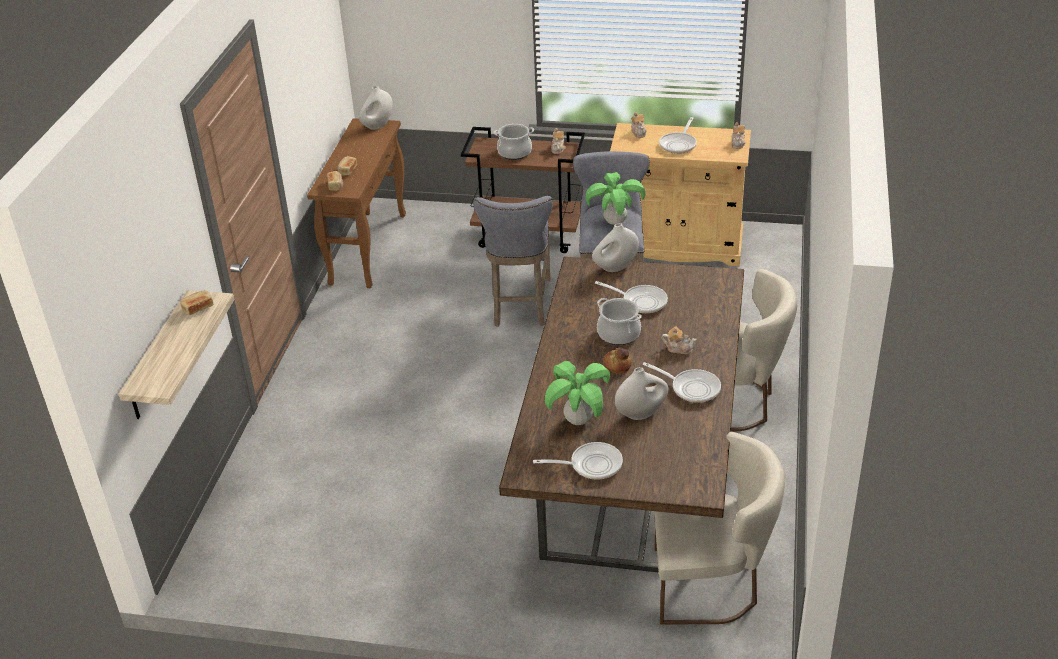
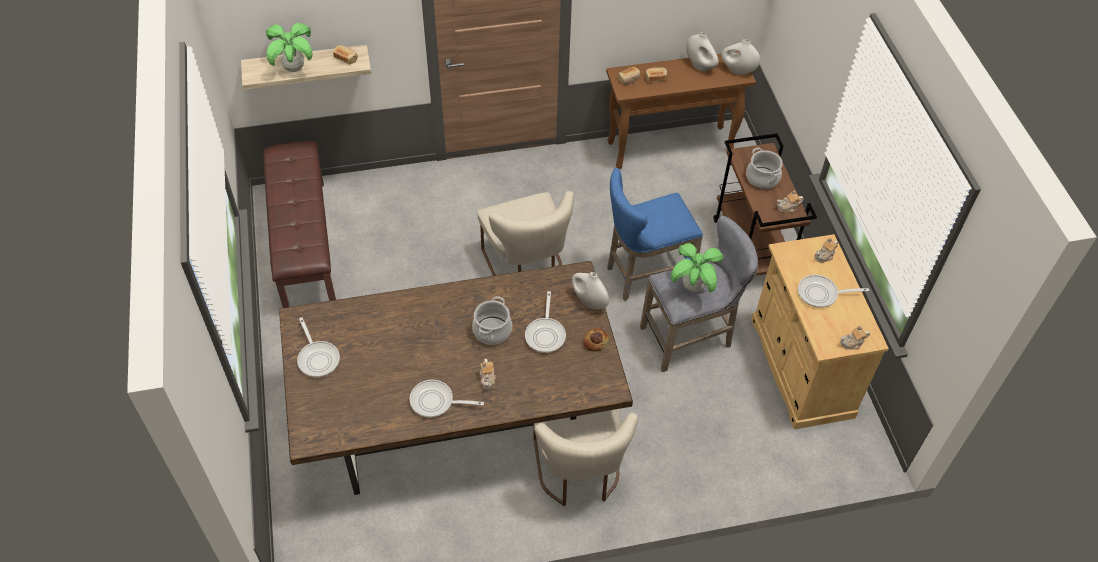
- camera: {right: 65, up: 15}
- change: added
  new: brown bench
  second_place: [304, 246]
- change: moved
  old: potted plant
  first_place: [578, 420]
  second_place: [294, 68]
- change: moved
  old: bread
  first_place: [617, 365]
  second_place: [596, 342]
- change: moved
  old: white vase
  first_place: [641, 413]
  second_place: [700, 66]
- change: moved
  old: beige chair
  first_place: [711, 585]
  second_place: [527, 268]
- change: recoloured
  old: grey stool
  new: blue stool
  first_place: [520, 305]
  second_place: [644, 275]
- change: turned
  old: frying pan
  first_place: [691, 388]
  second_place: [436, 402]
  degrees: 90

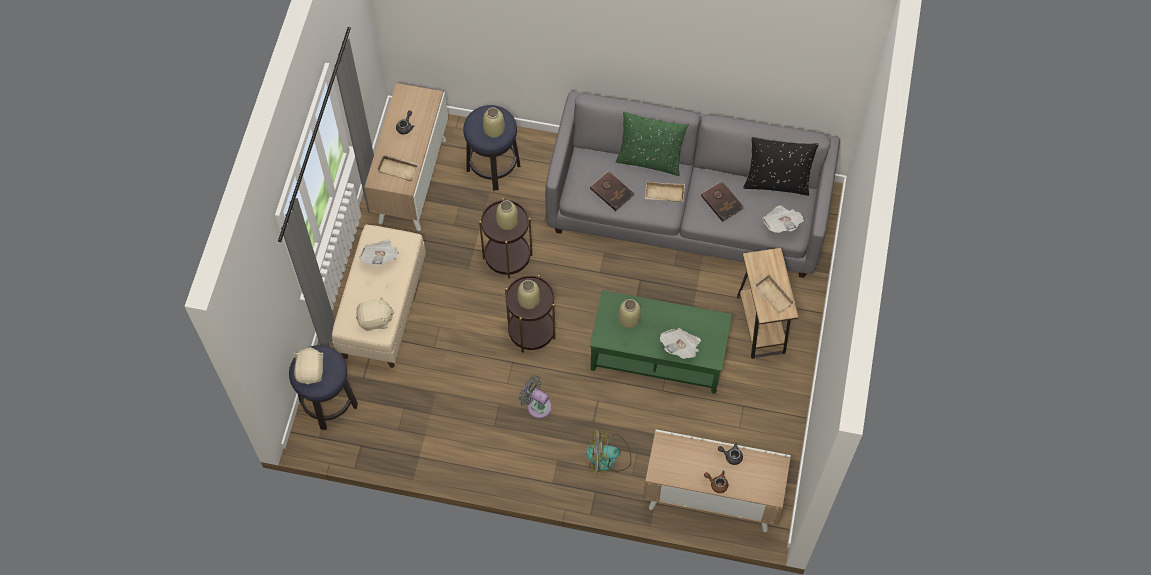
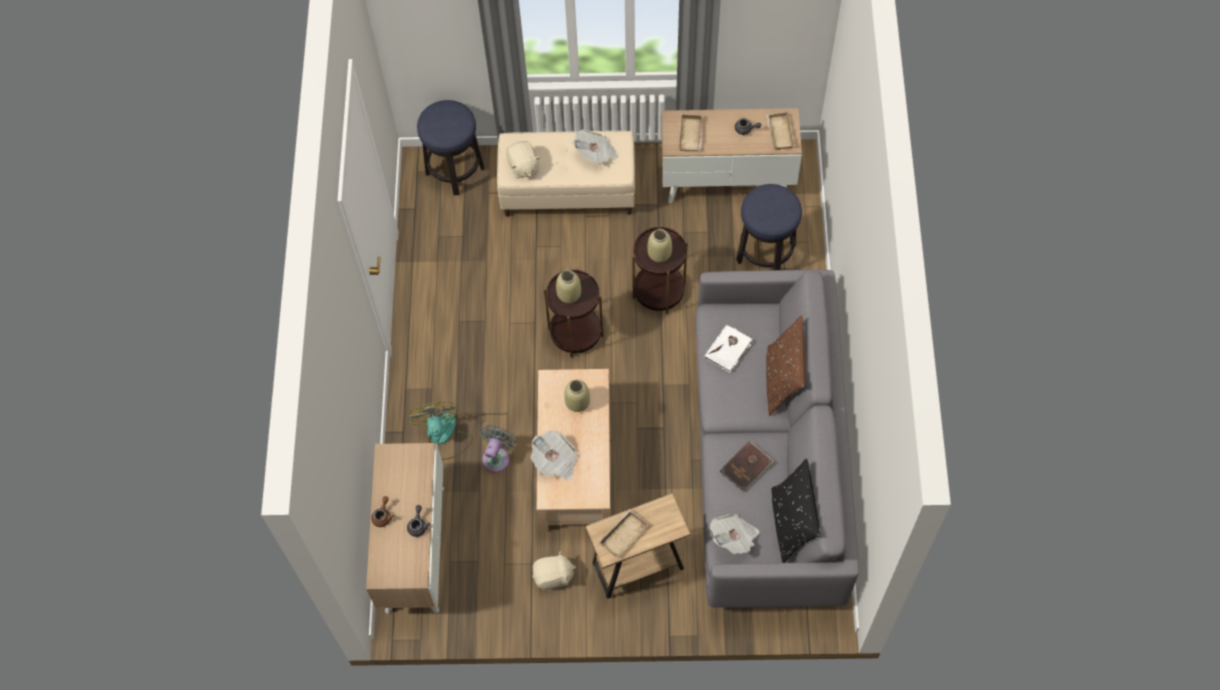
- camera: {right: 80, up: 0}
- change: removed
  old: beige vase
  first_place: [494, 131]
- change: moved
  old: beige plush toy
  first_place: [311, 371]
  second_place: [553, 576]
- change: moved
  old: grey fan
  first_place: [537, 405]
  second_place: [497, 457]
- change: moved
  old: beige tray
  first_place: [664, 195]
  second_place: [778, 132]
- change: recoloured
  old: brown book
  new: white book
  first_place: [612, 191]
  second_place: [729, 349]
- change: recoloured
  old: green coffee table
  new: beige coffee table
  first_place: [659, 353]
  second_place: [577, 464]
- change: recoloured
  old: green pillow
  new: brown pillow
  first_place: [650, 159]
  second_place: [782, 381]

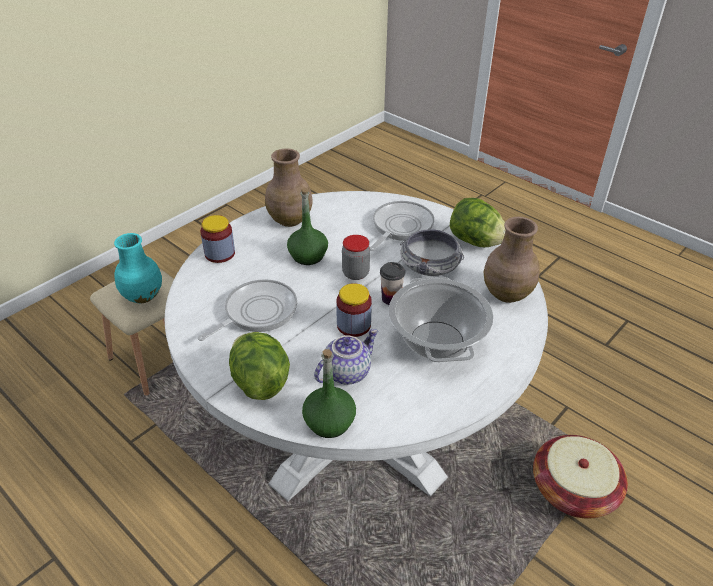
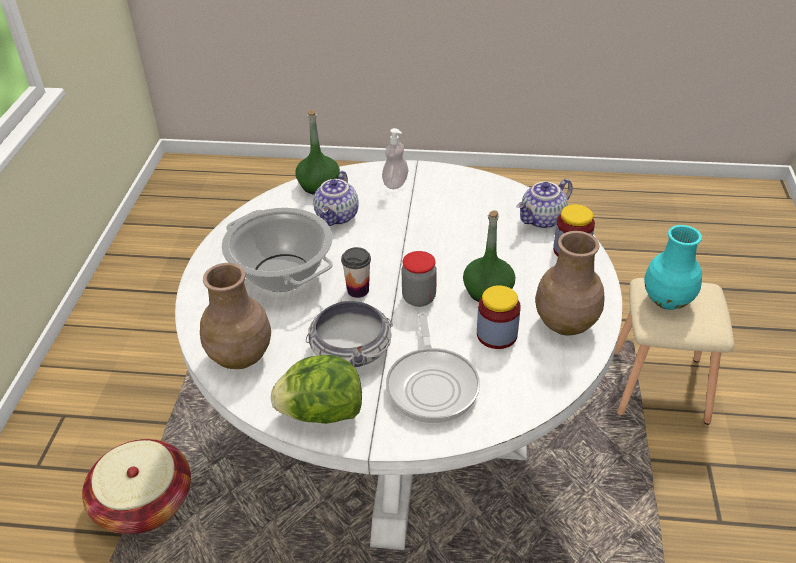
- camera: {right: 145, up: 0}
- change: removed
  old: frying pan
  first_place: [257, 312]
- change: added
  new: teapot
  second_place: [543, 220]
- change: moved
  old: jar
  first_place: [353, 325]
  second_place: [496, 335]
- change: replaced
  old: lettuce
  new: soap dispenser
  first_place: [259, 381]
  second_place: [395, 183]

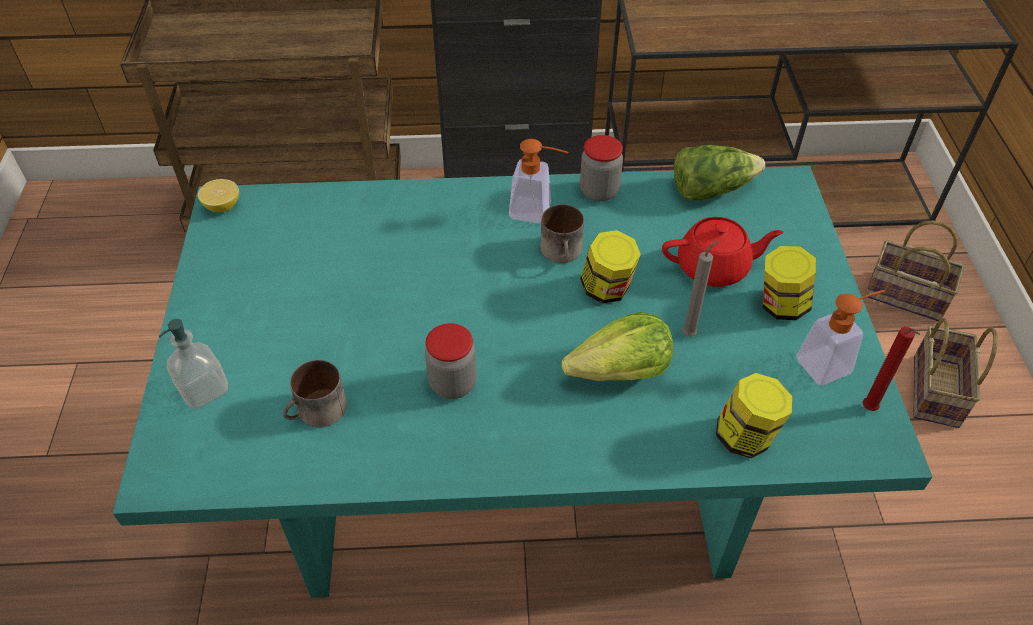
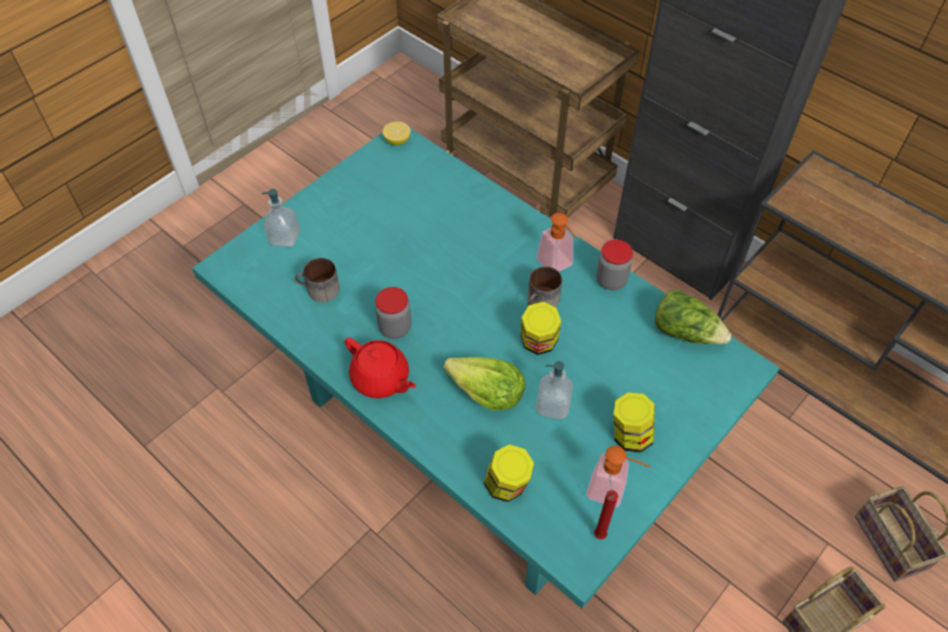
- camera: {right: 45, up: 5}
- change: moved
  old: red teapot
  first_place: [714, 268]
  second_place: [381, 379]
- change: replaced
  old: grey candle
  new: soap dispenser
  first_place: [690, 333]
  second_place: [553, 406]

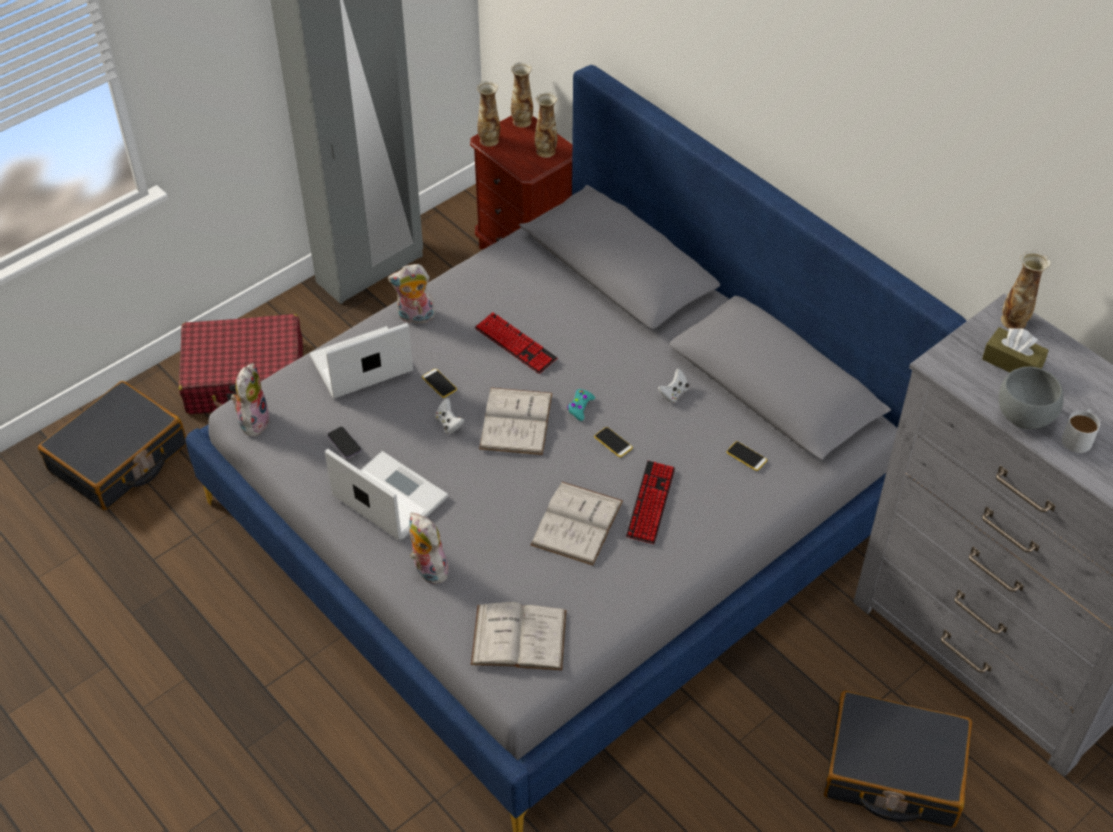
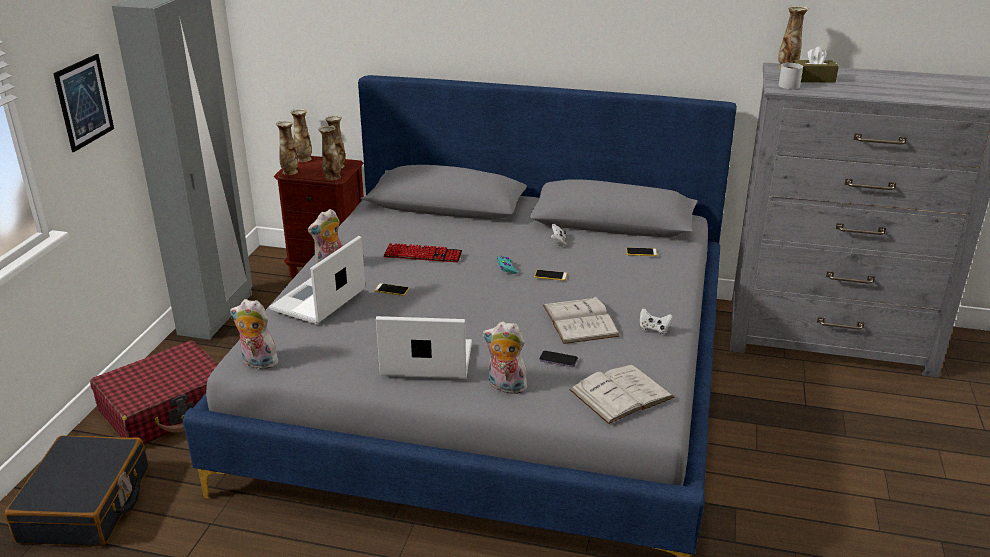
- camera: {right: -35, up: -20}
- change: removed
  old: white book
  first_place: [516, 421]
- change: removed
  old: keyboard
  first_place: [650, 503]
- change: removed
  old: black suitcase
  first_place: [893, 771]
- change: removed
  old: grey bowl
  first_place: [1023, 417]
- change: added
  new: picture
  second_place: [84, 102]
- change: added
  new: vase
  second_place: [332, 177]
- change: moved
  old: phone
  first_place: [344, 443]
  second_place: [558, 360]
- change: moved
  old: white game controller
  first_place: [449, 424]
  second_place: [654, 329]
- change: moved
  old: white mug
  first_place: [1078, 436]
  second_place: [787, 84]
- change: turned
  old: plush toy
  first_place: [253, 421]
  second_place: [257, 363]
  degrees: -45

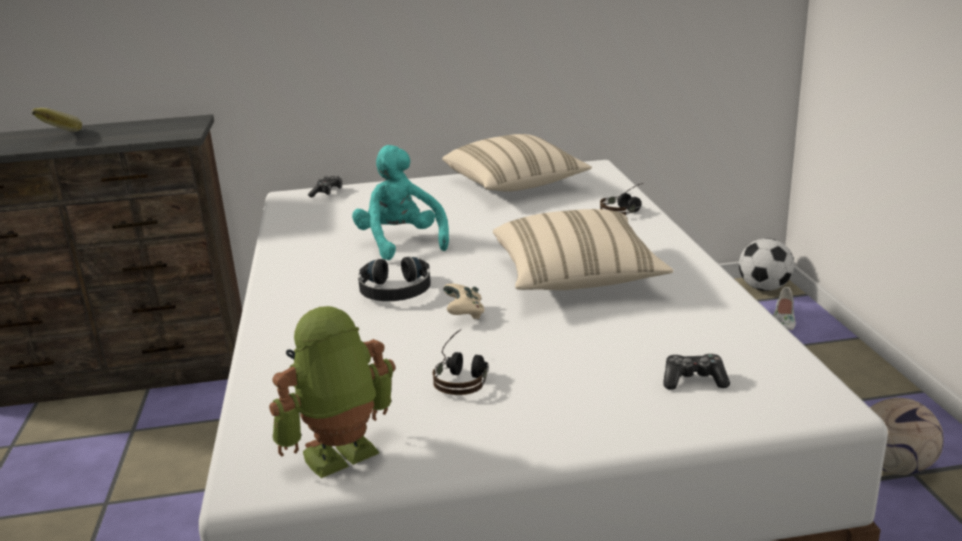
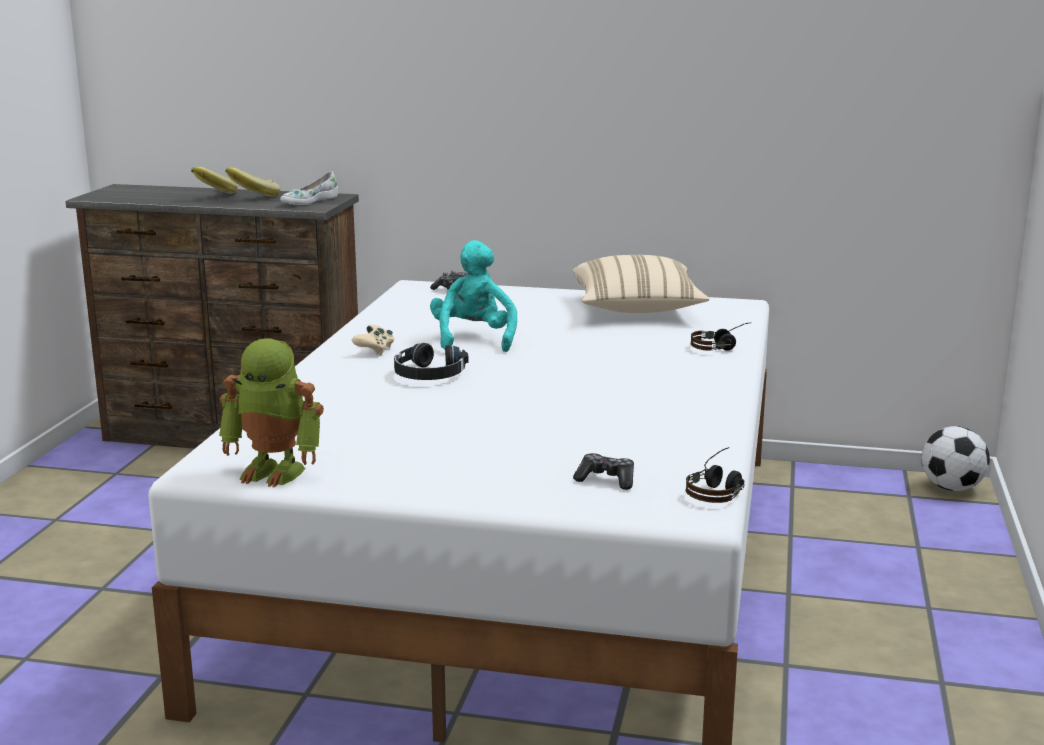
- camera: {right: 20, up: -5}
- change: removed
  old: beige pillow
  first_place: [576, 279]
- change: removed
  old: football
  first_place: [893, 467]
- change: added
  new: banana
  second_place: [254, 196]
- change: moved
  old: headphones
  first_place: [463, 375]
  second_place: [719, 489]
- change: moved
  old: beige game controller
  first_place: [464, 314]
  second_place: [375, 350]
- change: moved
  old: white shoe
  first_place: [783, 319]
  second_place: [309, 201]
- change: turned
  old: toy robot
  first_place: [342, 458]
  second_place: [275, 471]
  degrees: -150

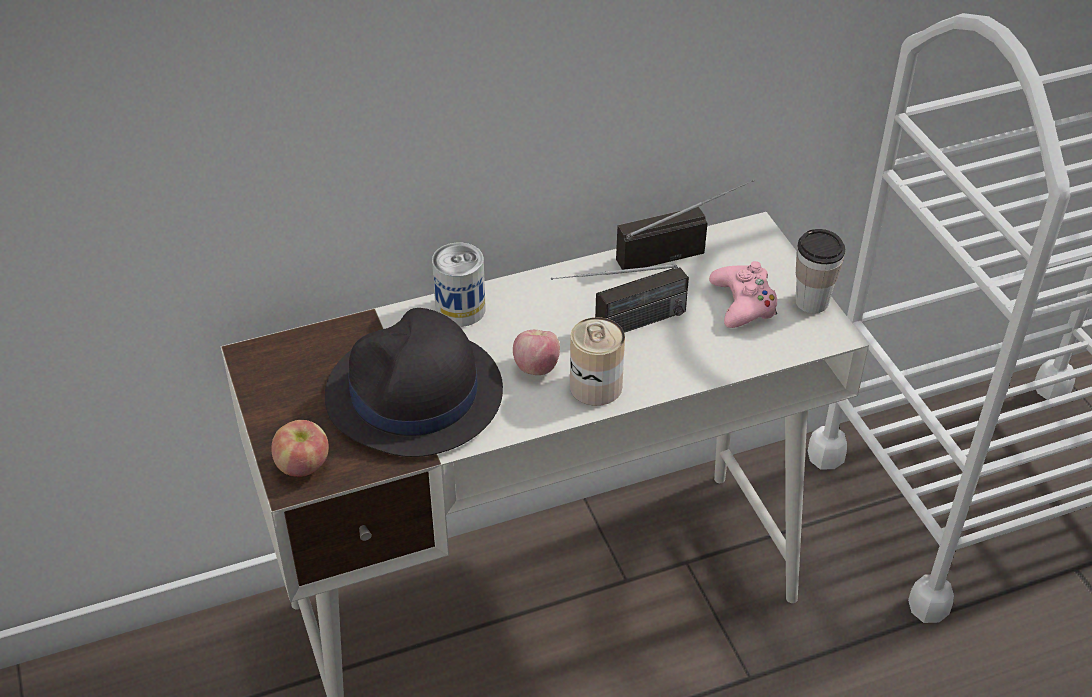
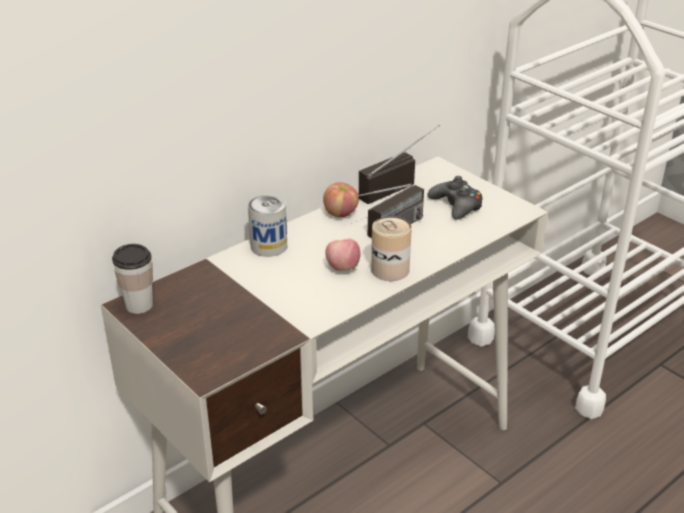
- camera: {right: -20, up: -10}
- change: removed
  old: black hat
  first_place: [414, 395]
- change: moved
  old: apple
  first_place: [303, 465]
  second_place: [340, 213]
- change: moved
  old: cup
  first_place: [811, 302]
  second_place: [139, 305]
- change: recoloured
  old: pink game controller
  new: black game controller
  first_place: [743, 303]
  second_place: [456, 205]

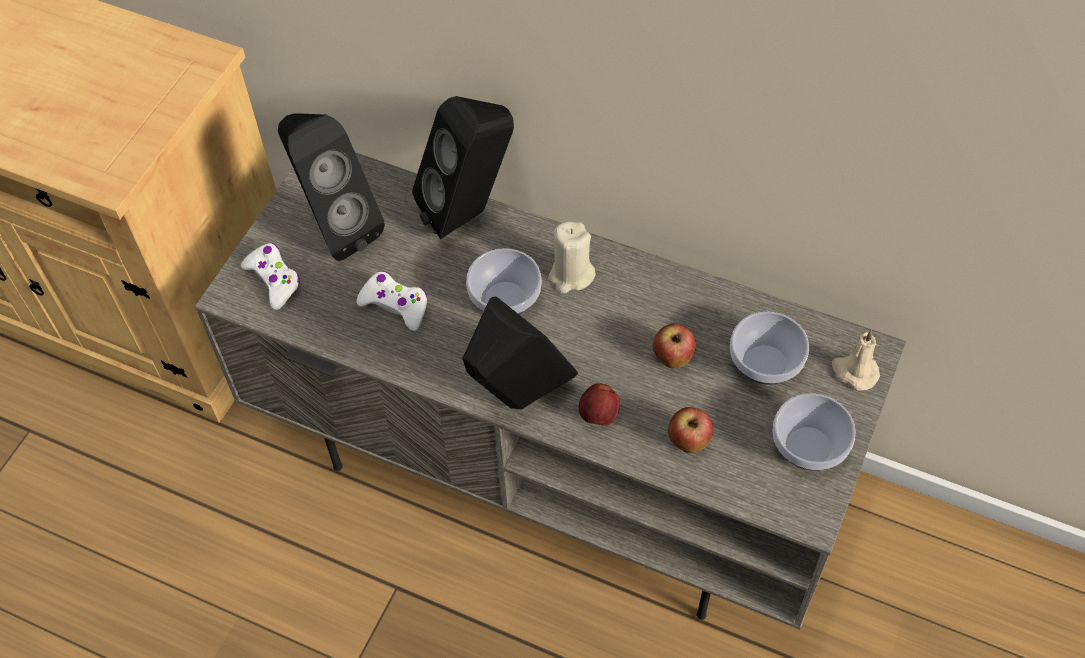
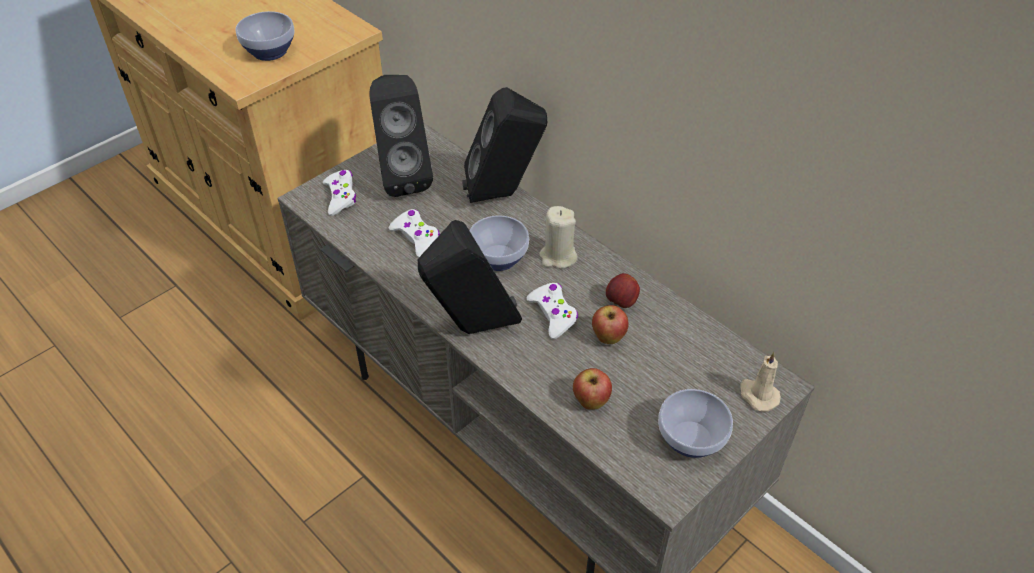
- camera: {right: 20, up: -10}
- change: added
  new: white game controller
  second_place: [553, 314]
- change: moved
  old: apple
  first_place: [599, 416]
  second_place: [621, 302]
- change: moved
  old: bowl
  first_place: [766, 366]
  second_place: [269, 53]

